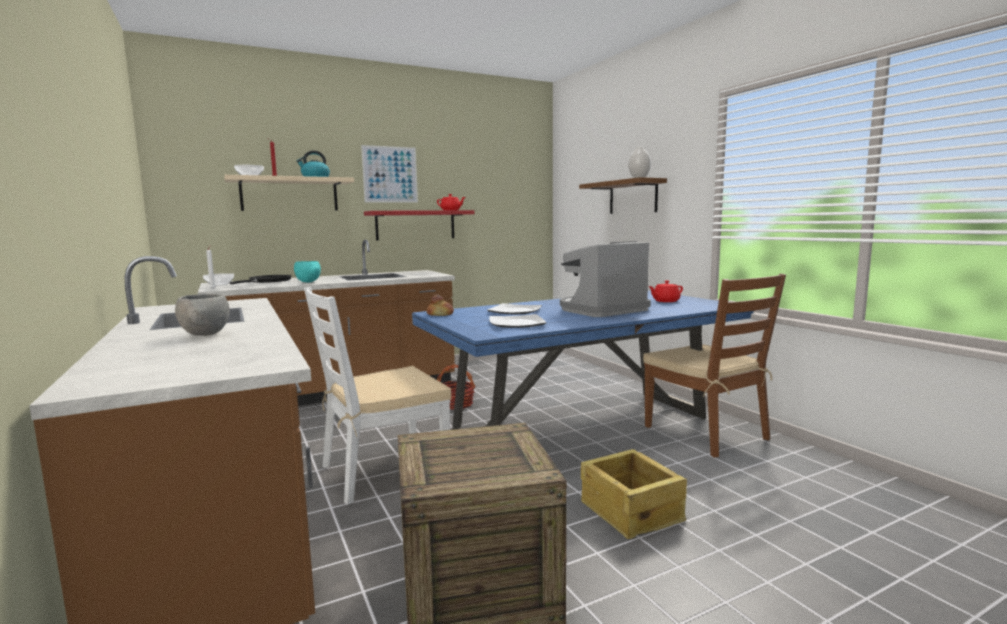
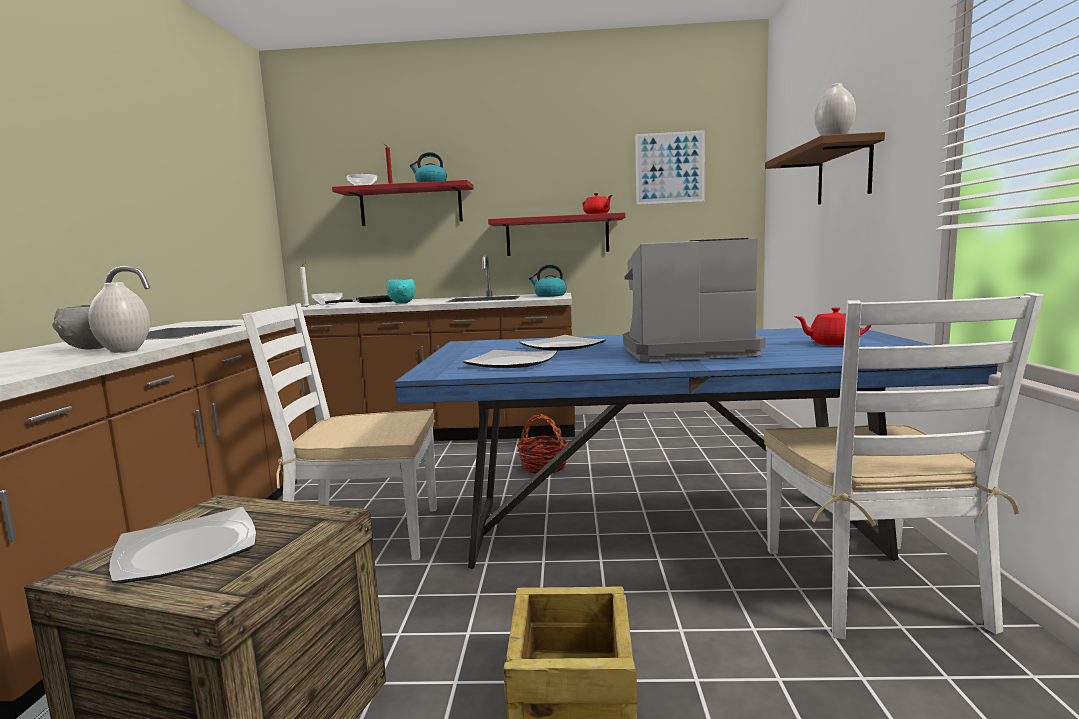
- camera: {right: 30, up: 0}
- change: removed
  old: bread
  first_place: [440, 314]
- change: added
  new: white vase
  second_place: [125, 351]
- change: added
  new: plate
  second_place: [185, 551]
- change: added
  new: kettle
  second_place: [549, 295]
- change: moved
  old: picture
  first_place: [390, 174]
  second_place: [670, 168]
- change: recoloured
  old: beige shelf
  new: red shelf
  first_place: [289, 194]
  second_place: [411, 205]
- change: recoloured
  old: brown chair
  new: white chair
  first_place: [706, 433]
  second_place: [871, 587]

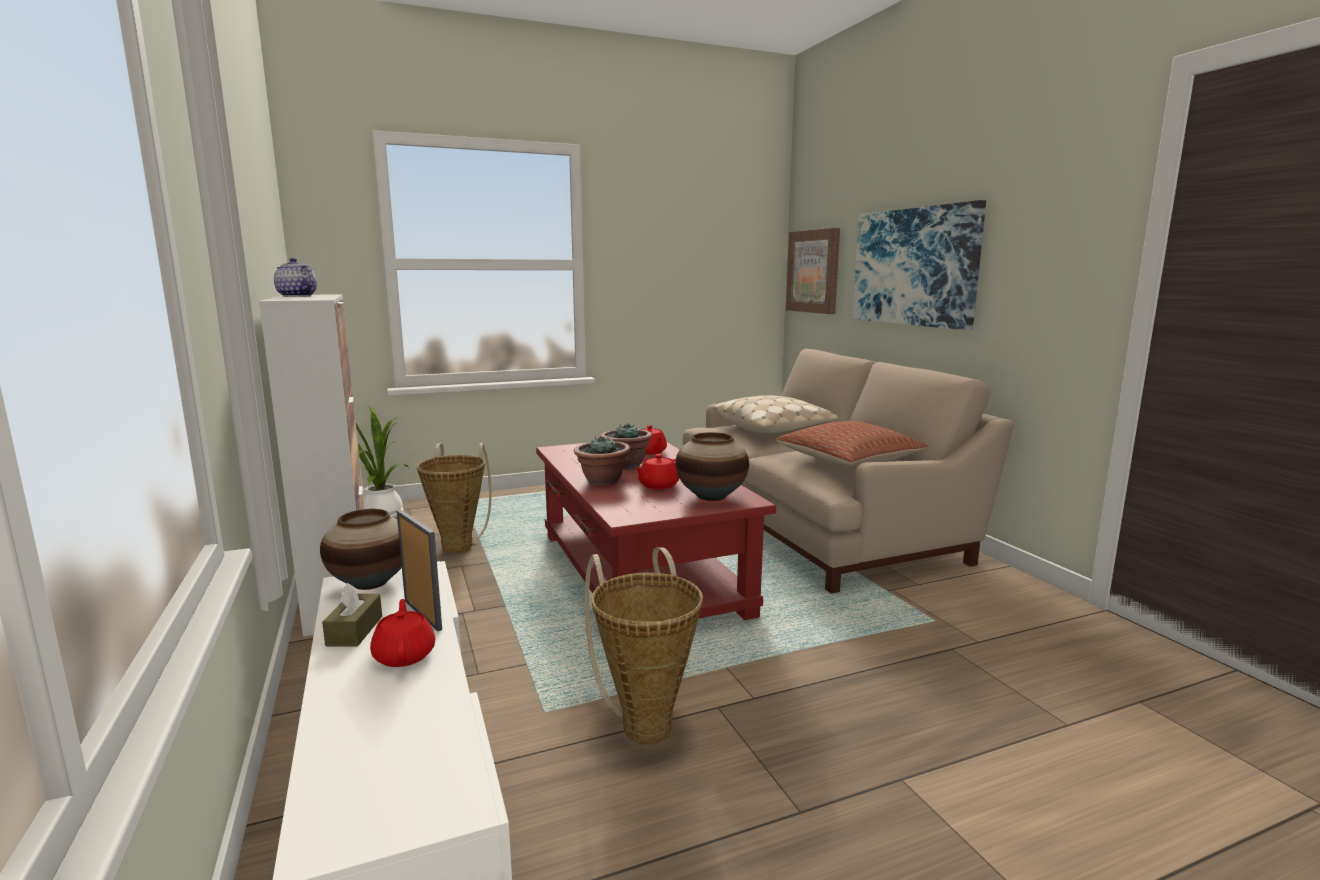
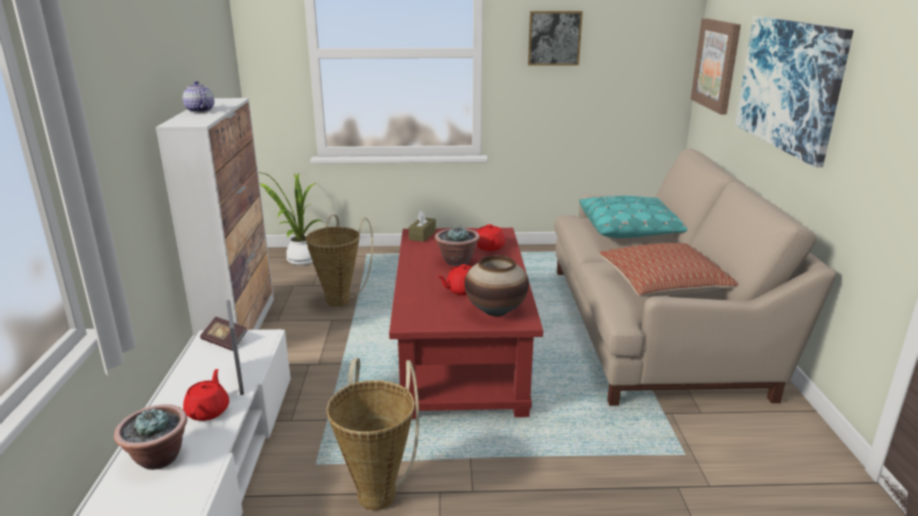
- camera: {right: 20, up: 10}
- change: added
  new: picture
  second_place: [554, 38]
- change: moved
  old: brown tissue box
  first_place: [354, 631]
  second_place: [422, 235]
- change: moved
  old: potted plant
  first_place: [602, 481]
  second_place: [158, 458]
- change: replaced
  old: vase
  new: book
  first_place: [370, 583]
  second_place: [225, 341]
- change: recoloured
  old: beige pillow
  new: turquoise pillow
  first_place: [775, 428]
  second_place: [632, 229]

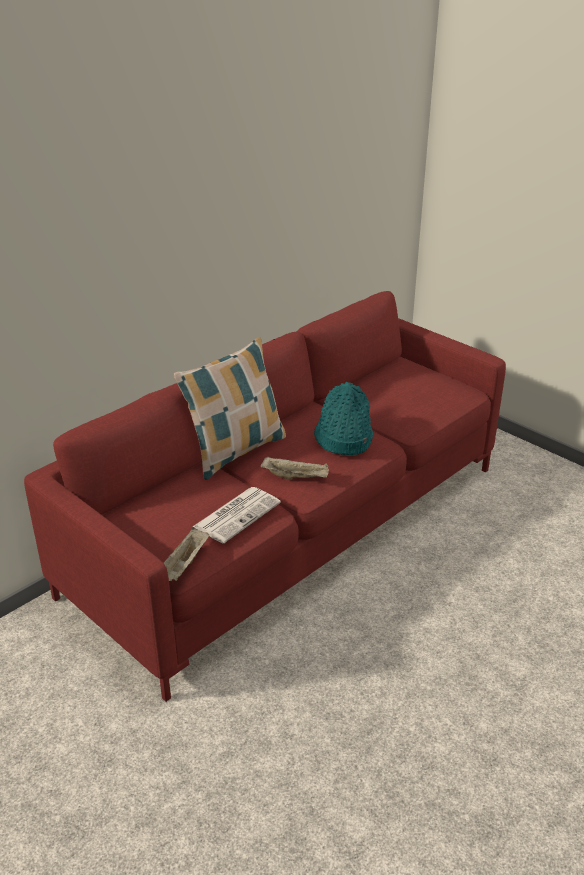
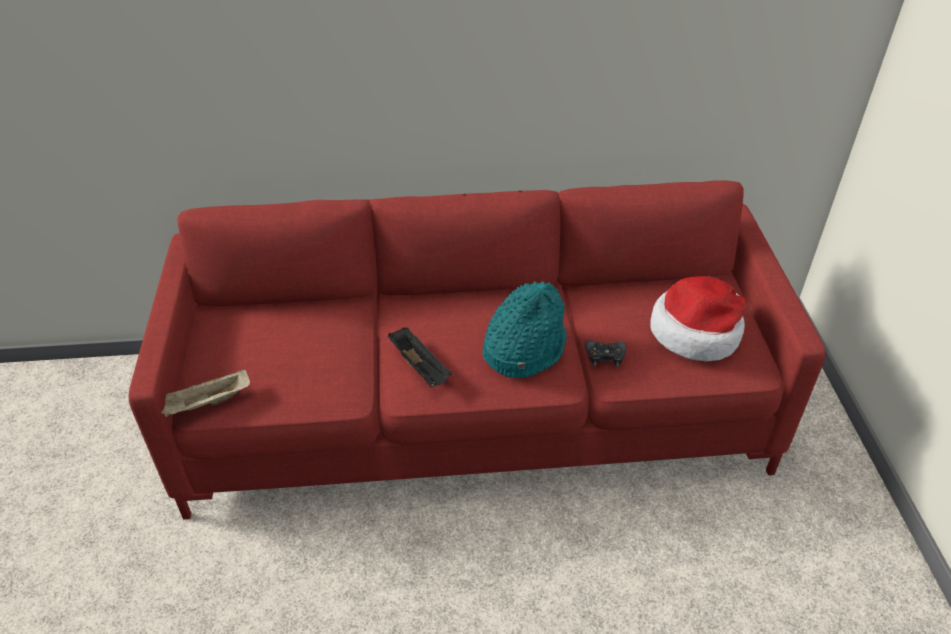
- camera: {right: 40, up: 10}
- change: removed
  old: pillow
  first_place: [235, 451]
- change: removed
  old: newspaper
  first_place: [237, 514]
- change: added
  new: black game controller
  second_place: [605, 356]
- change: added
  new: hat
  second_place: [696, 332]
- change: recoloured
  old: beige tray
  new: black tray
  first_place: [296, 477]
  second_place: [420, 367]

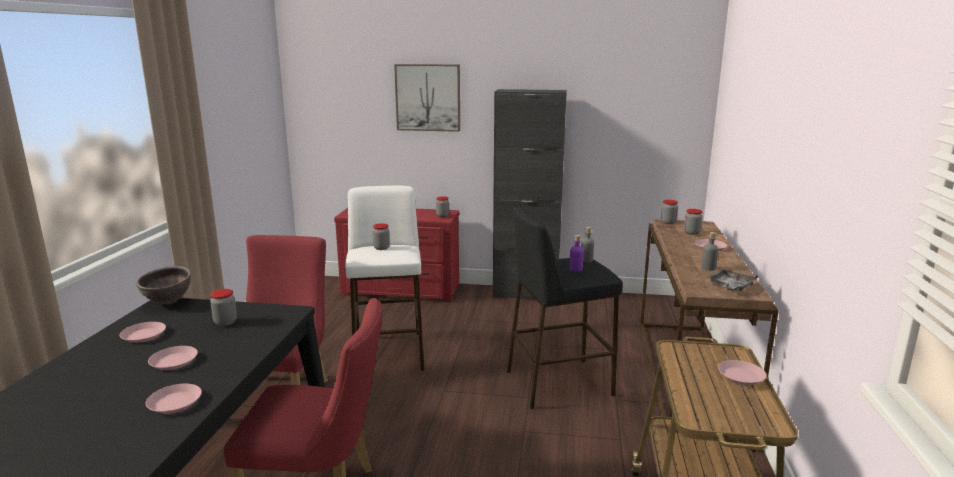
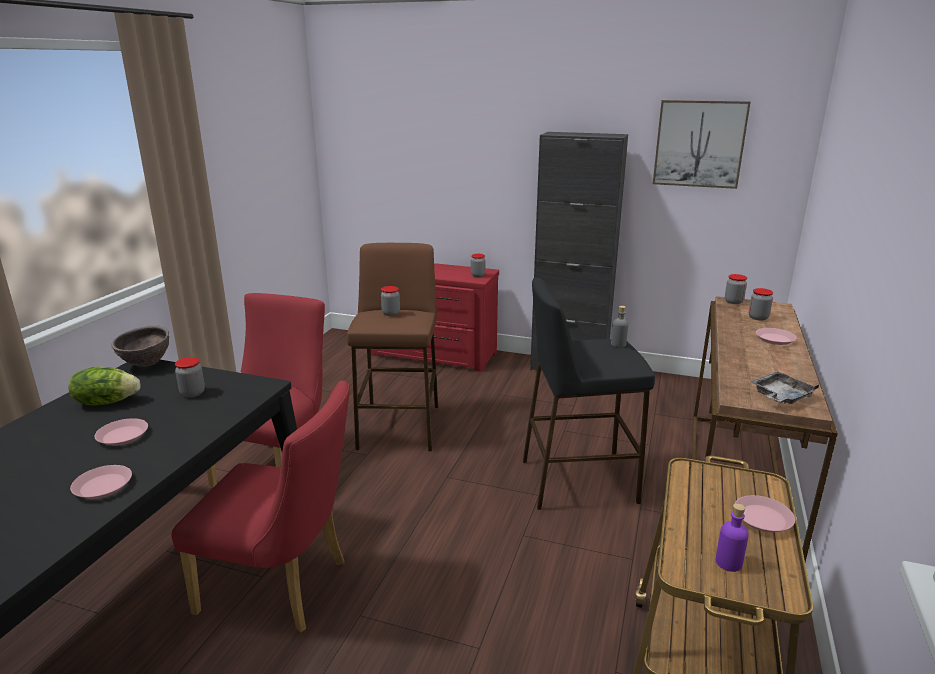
- camera: {right: 10, up: 5}
- change: removed
  old: grey bottle
  first_place: [708, 268]
- change: moved
  old: picture
  first_place: [428, 97]
  second_place: [699, 144]
- change: moved
  old: purple bottle
  first_place: [575, 269]
  second_place: [728, 562]
- change: replaced
  old: pink plate
  new: lettuce
  first_place: [143, 335]
  second_place: [106, 402]
- change: recoloured
  old: white stool
  new: brown stool
  first_place: [388, 353]
  second_place: [399, 426]

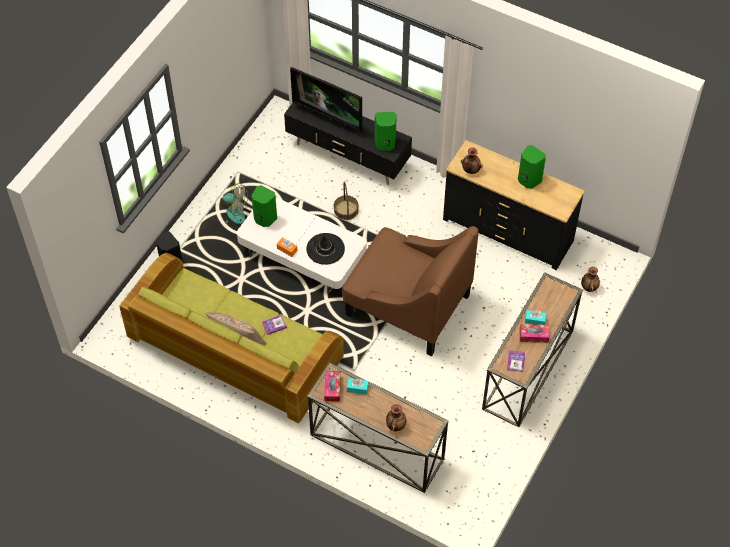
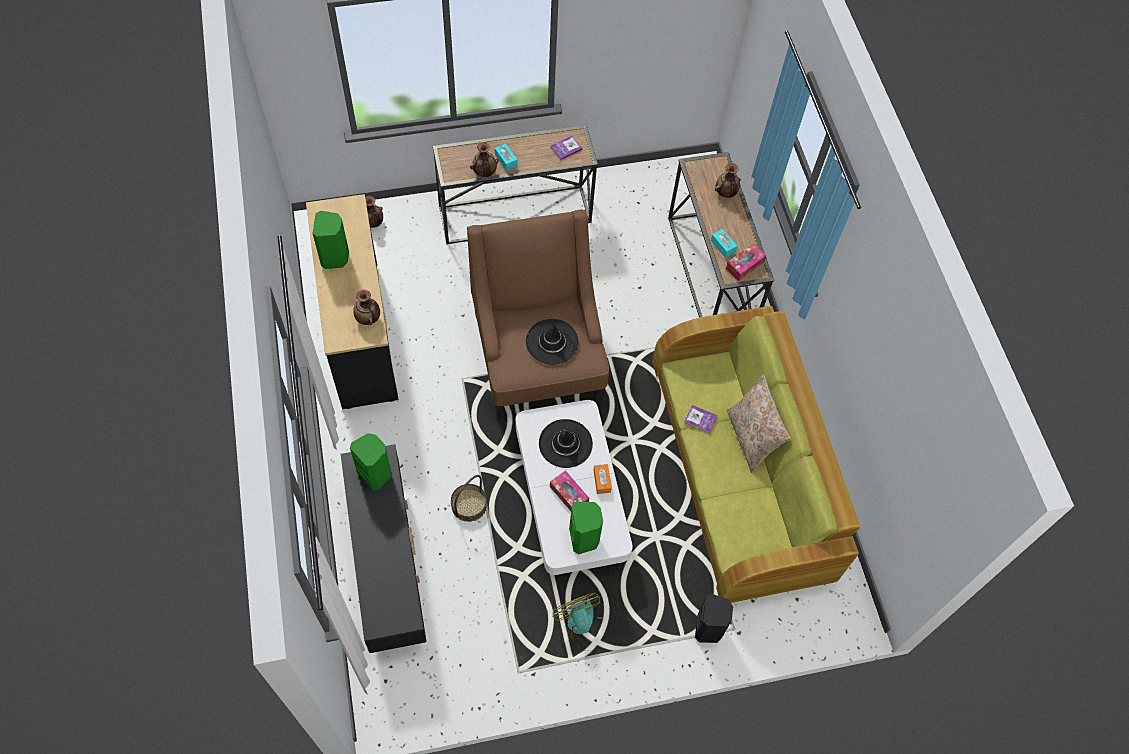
- camera: {right: -135, up: 5}
- change: removed
  old: television
  first_place: [329, 118]
- change: added
  new: vase
  second_place: [484, 173]
- change: added
  new: black hat
  second_place: [552, 342]
- change: moved
  old: tissue box
  first_place: [533, 335]
  second_place: [569, 494]

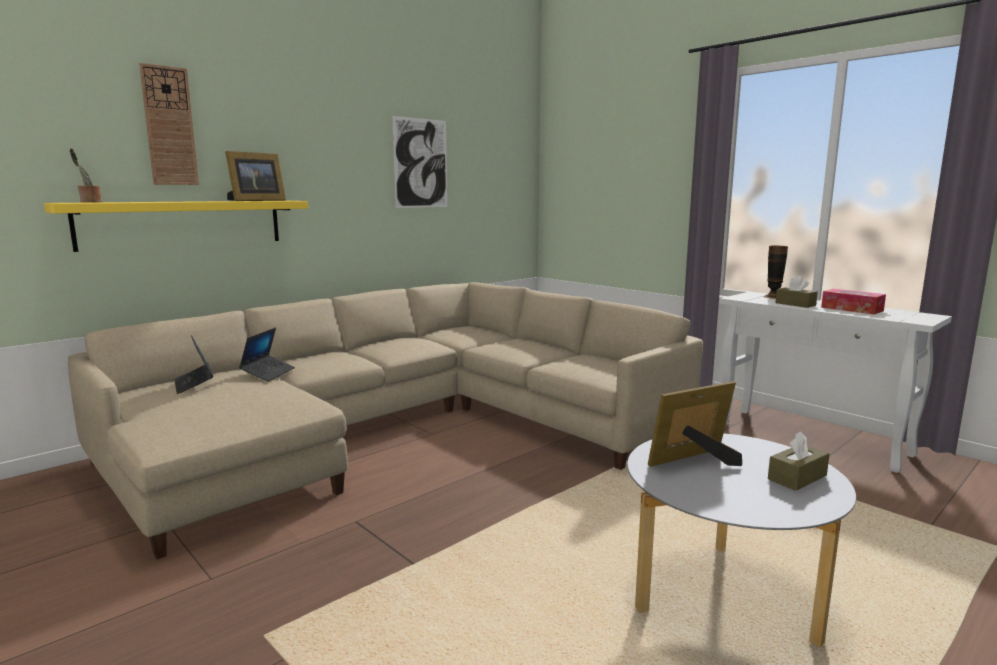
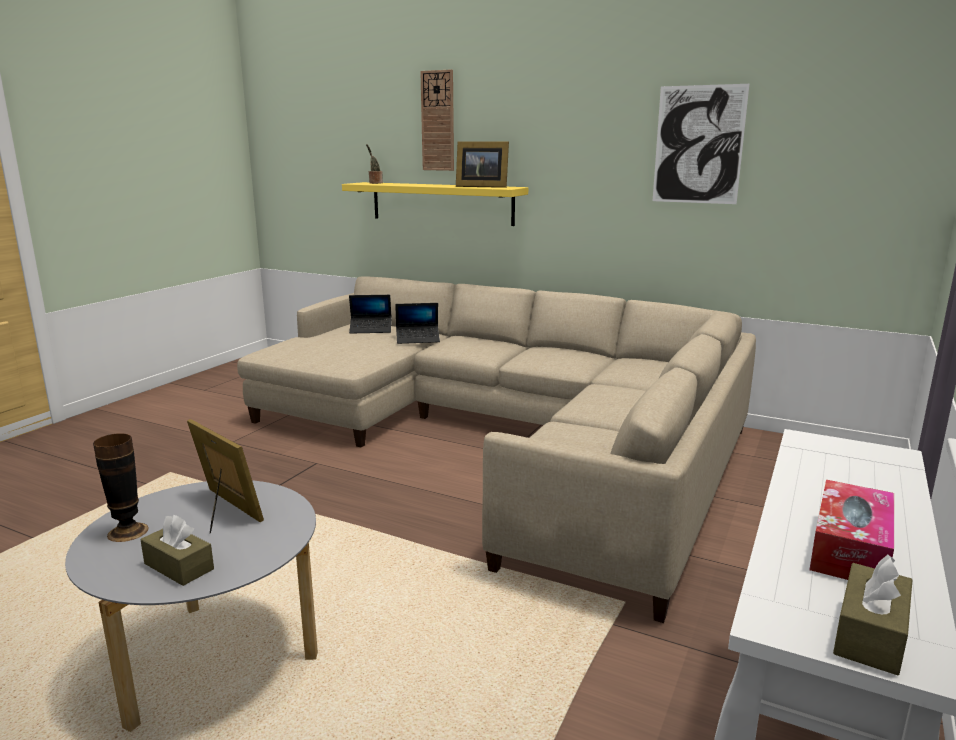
- camera: {right: 70, up: 5}
- change: moved
  old: vase
  first_place: [773, 297]
  second_place: [128, 531]
- change: moved
  old: brown tissue box
  first_place: [795, 304]
  second_place: [870, 634]
- change: turned
  old: laptop
  first_place: [194, 384]
  second_place: [371, 329]
  degrees: -135

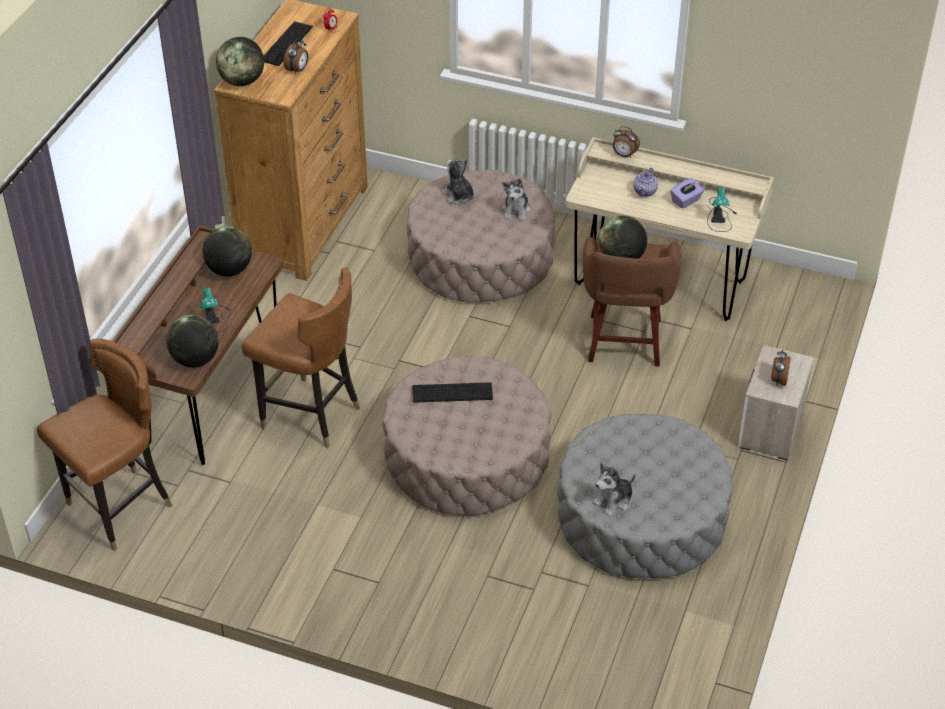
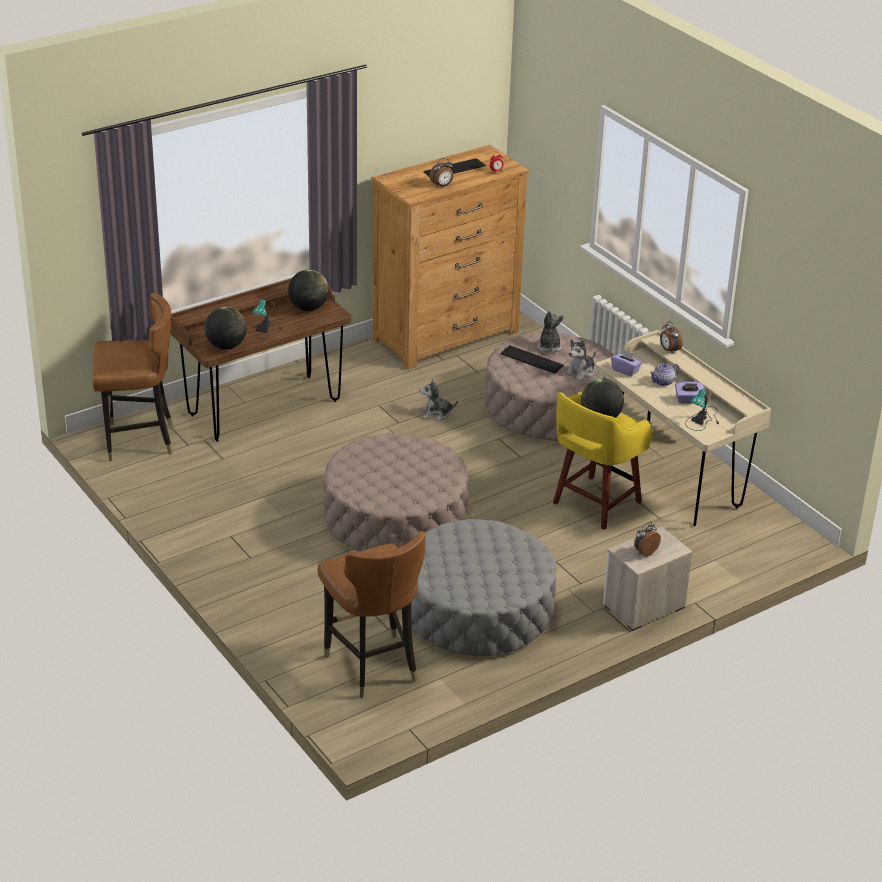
- camera: {right: 35, up: -10}
- change: removed
  old: globe
  first_place: [242, 81]
- change: added
  new: purple tissue box
  second_place: [625, 370]
- change: moved
  old: brown chair
  first_place: [310, 414]
  second_place: [372, 666]
- change: moved
  old: keyboard
  first_place: [452, 393]
  second_place: [531, 359]
- change: moved
  old: plush toy
  first_place: [614, 501]
  second_place: [436, 414]
- change: recoloured
  old: brown stool
  new: yellow stool
  first_place: [624, 343]
  second_place: [595, 504]

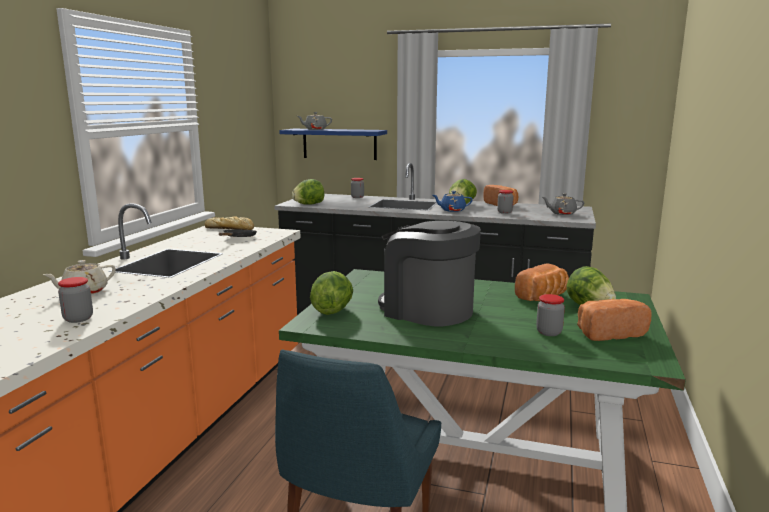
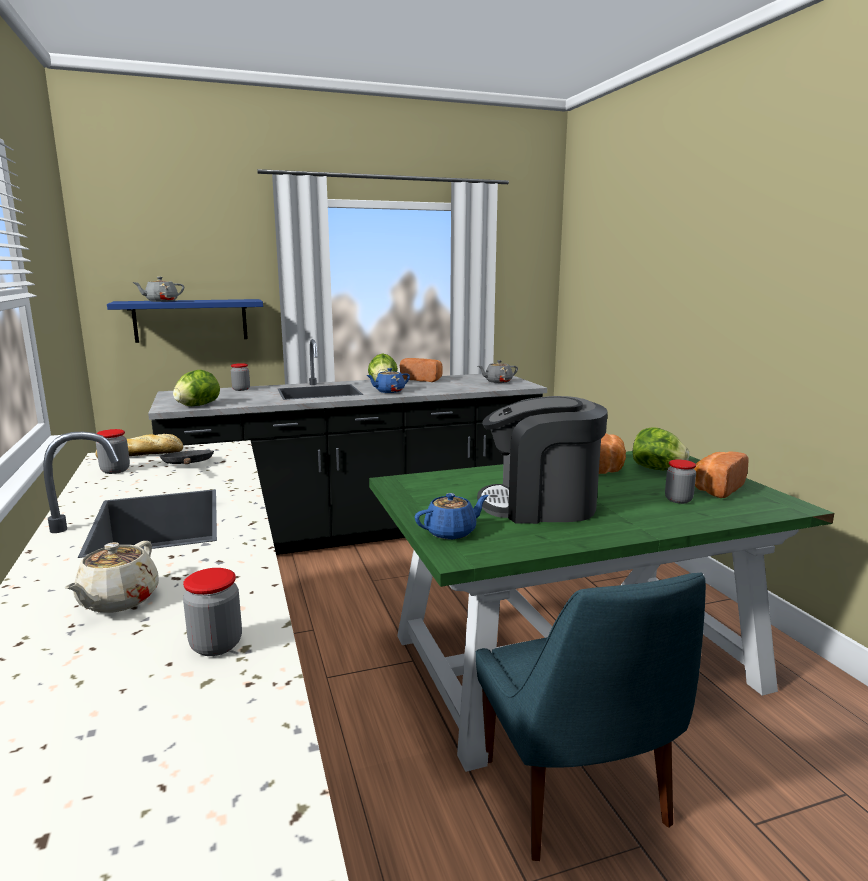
- camera: {right: -35, up: 0}
- change: moved
  old: jar
  first_place: [504, 212]
  second_place: [115, 470]
- change: replaced
  old: lettuce
  new: blue teapot
  first_place: [332, 311]
  second_place: [451, 532]

